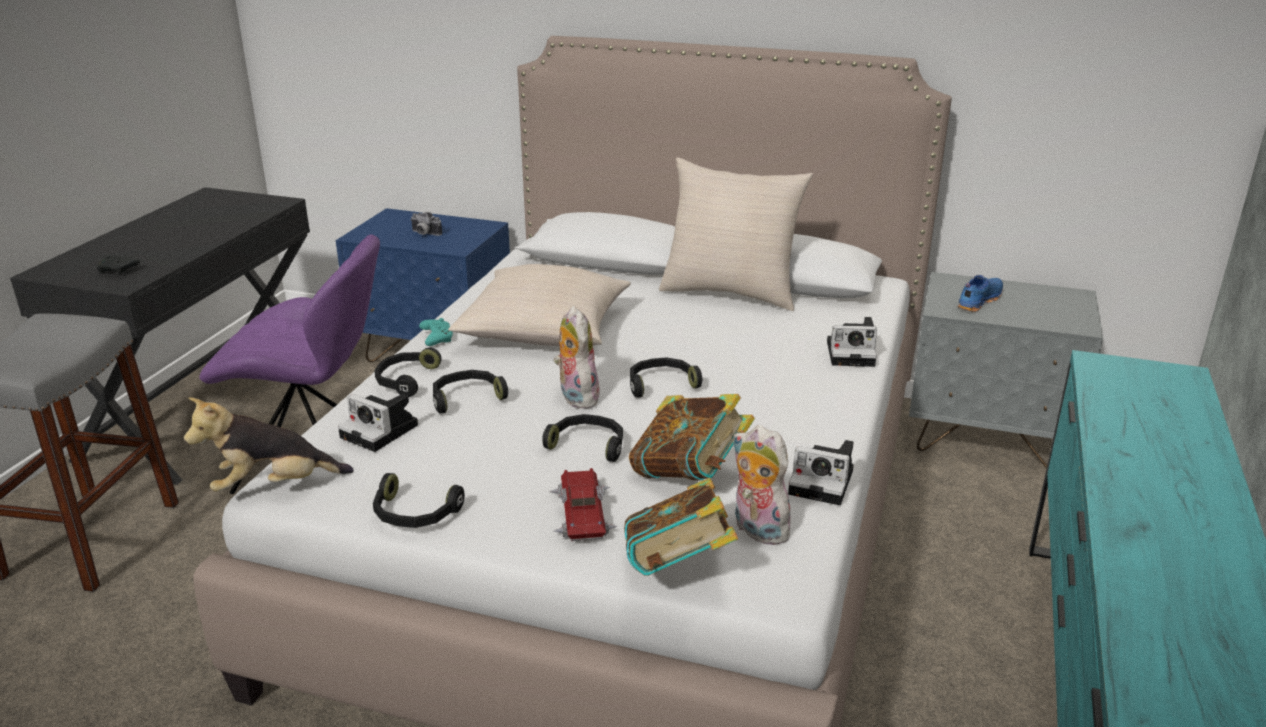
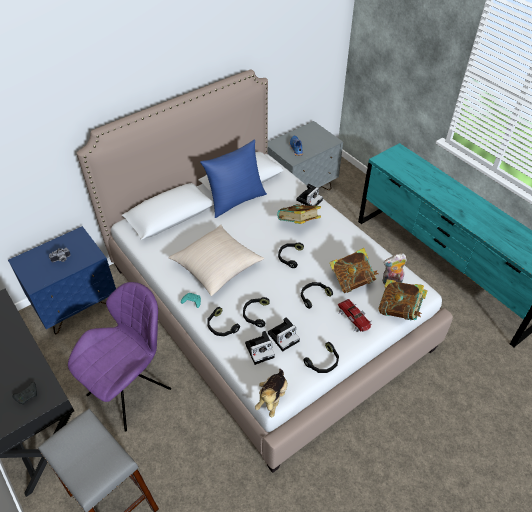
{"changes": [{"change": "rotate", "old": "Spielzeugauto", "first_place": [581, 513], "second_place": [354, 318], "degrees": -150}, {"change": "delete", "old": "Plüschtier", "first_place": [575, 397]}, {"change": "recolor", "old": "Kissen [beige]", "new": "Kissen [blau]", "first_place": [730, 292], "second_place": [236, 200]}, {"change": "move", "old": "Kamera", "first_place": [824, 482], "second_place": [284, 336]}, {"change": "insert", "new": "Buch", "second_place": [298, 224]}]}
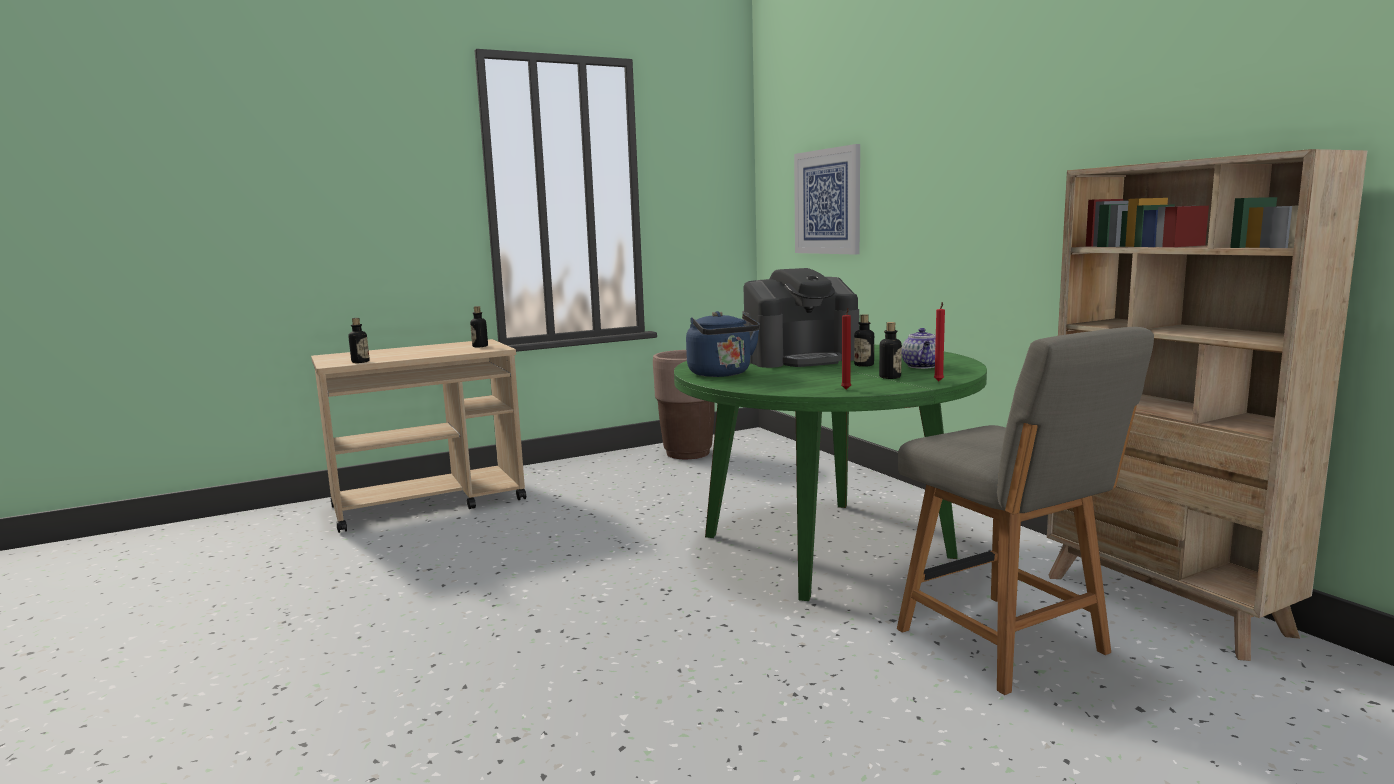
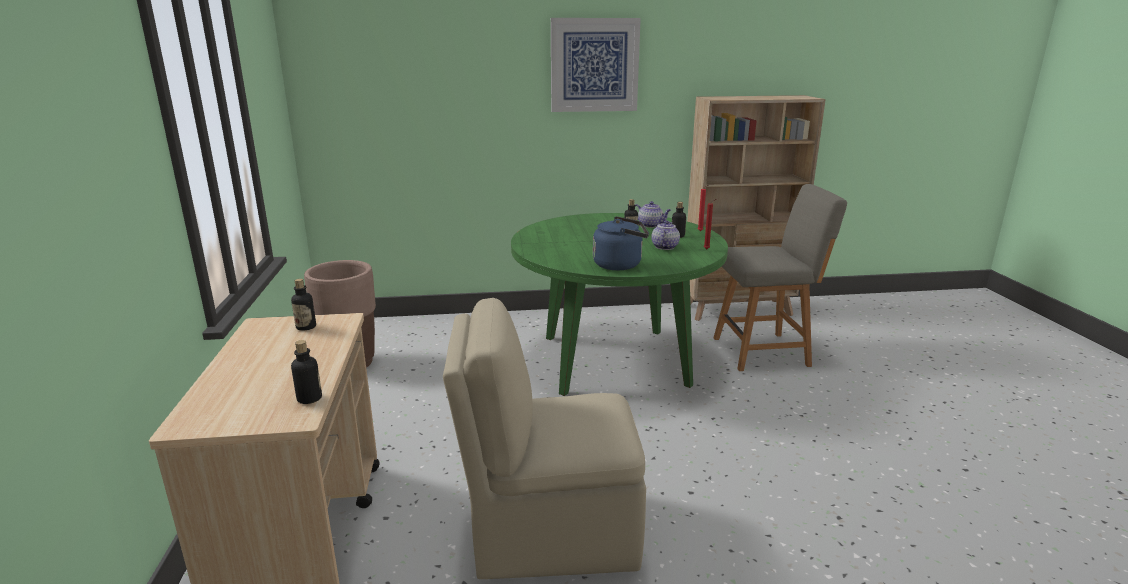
{"changes": [{"change": "delete", "old": "Kaffeemaschine", "first_place": [800, 359]}, {"change": "move", "old": "Bild", "first_place": [827, 202], "second_place": [594, 65]}, {"change": "insert", "new": "Stuhl [beige]", "second_place": [550, 531]}, {"change": "insert", "new": "Teekanne", "second_place": [664, 247]}]}
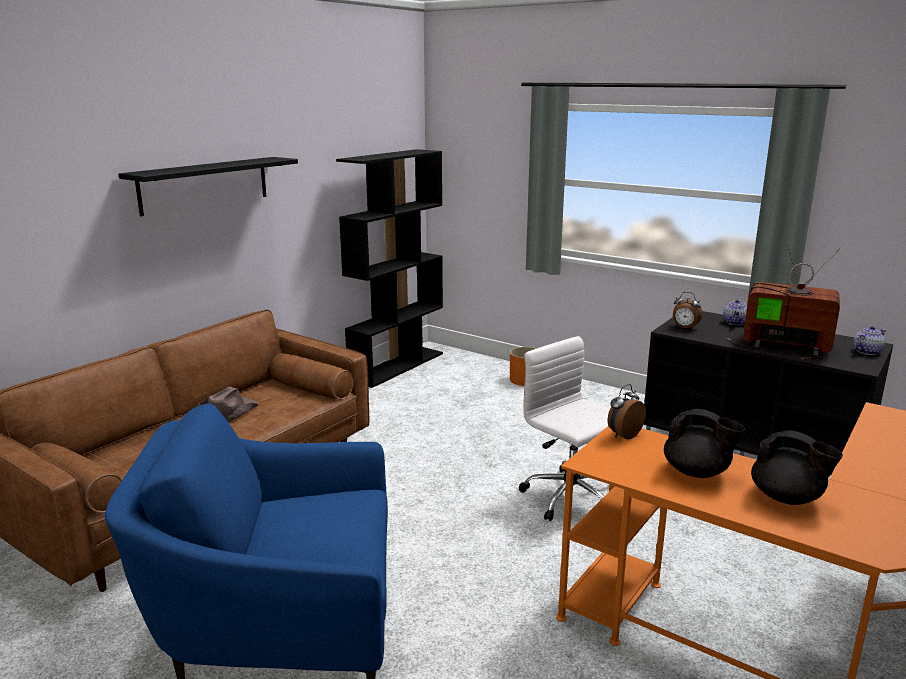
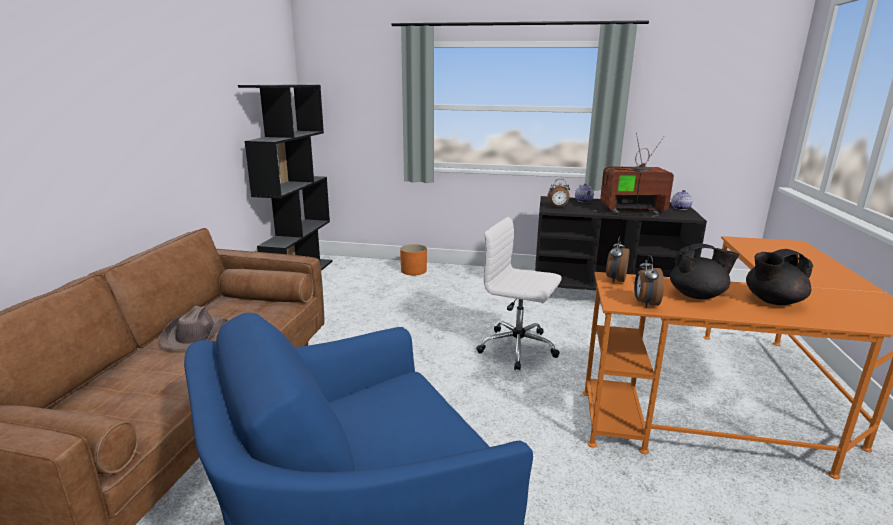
{"changes": [{"change": "delete", "old": "Wandregal [schwarz]", "first_place": [205, 185]}, {"change": "rotate", "old": "Teekanne [schwarz]", "first_place": [787, 498], "second_place": [772, 301], "degrees": 150}, {"change": "insert", "new": "Wecker", "second_place": [645, 303]}]}
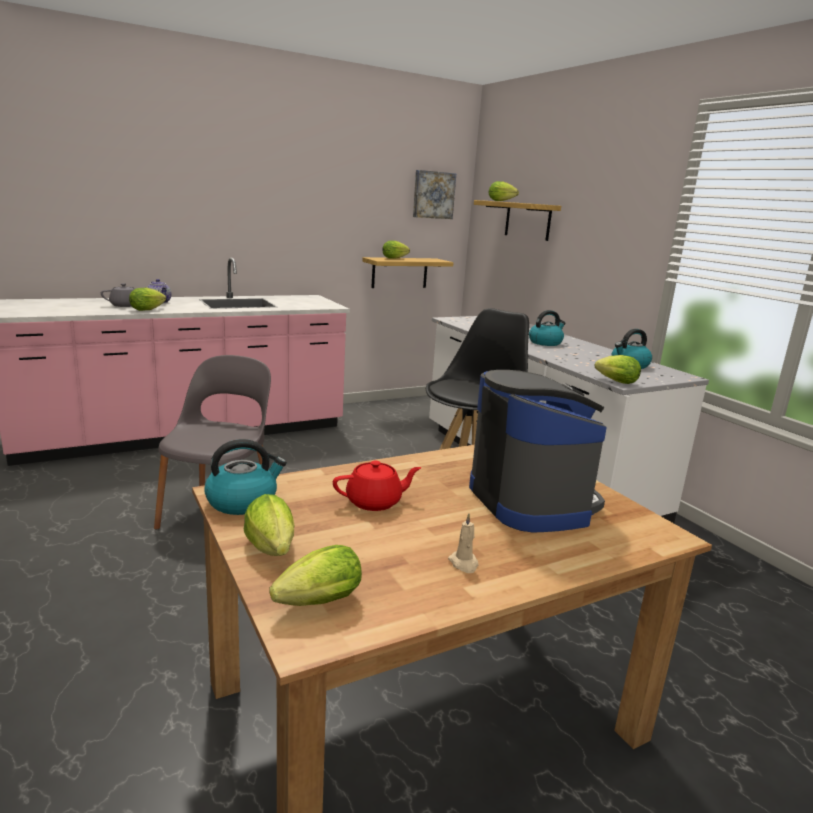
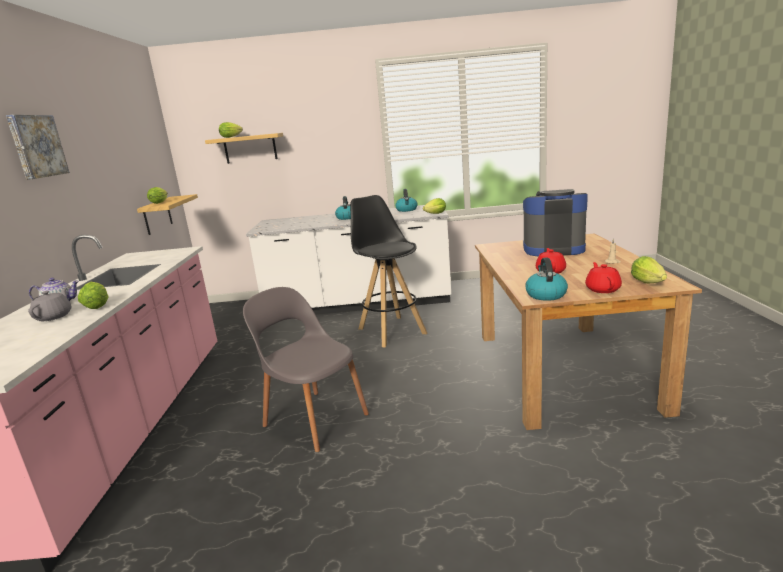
{"changes": [{"change": "replace", "old": "Salatkopf", "new": "Teekanne [rot]", "first_place": [272, 551], "second_place": [602, 289]}, {"change": "move", "old": "Bild", "first_place": [433, 195], "second_place": [36, 146]}]}
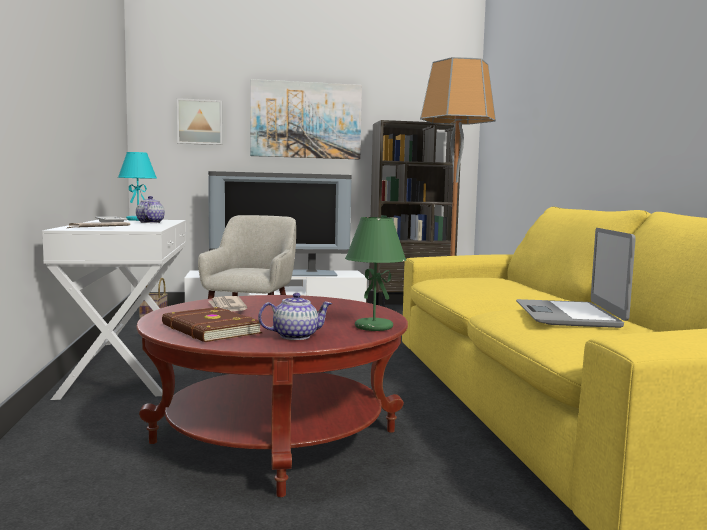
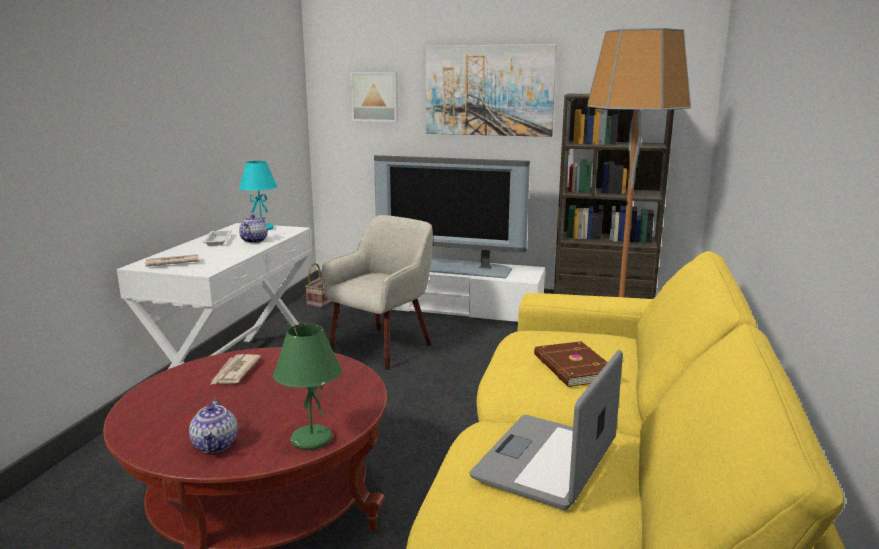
{"changes": [{"change": "move", "old": "Buch [braun]", "first_place": [209, 329], "second_place": [573, 368]}, {"change": "rotate", "old": "Teekanne", "first_place": [295, 336], "second_place": [216, 445], "degrees": 75}]}
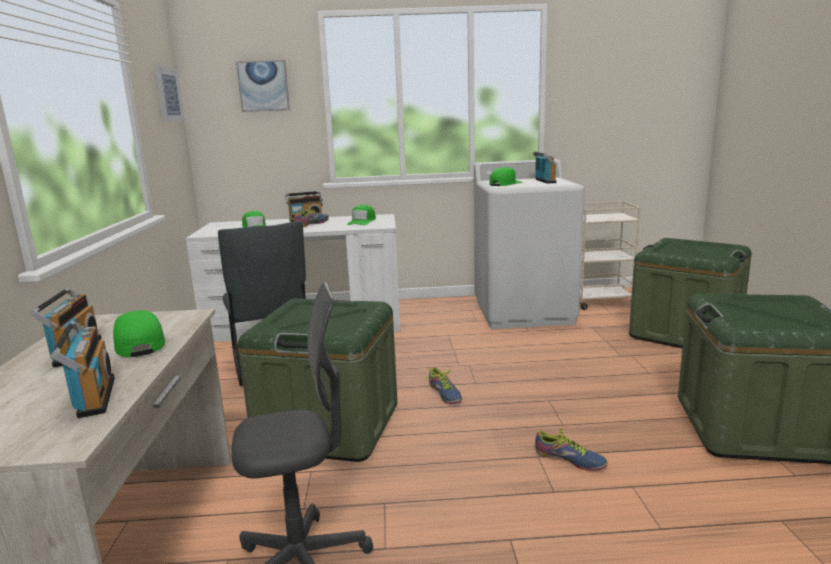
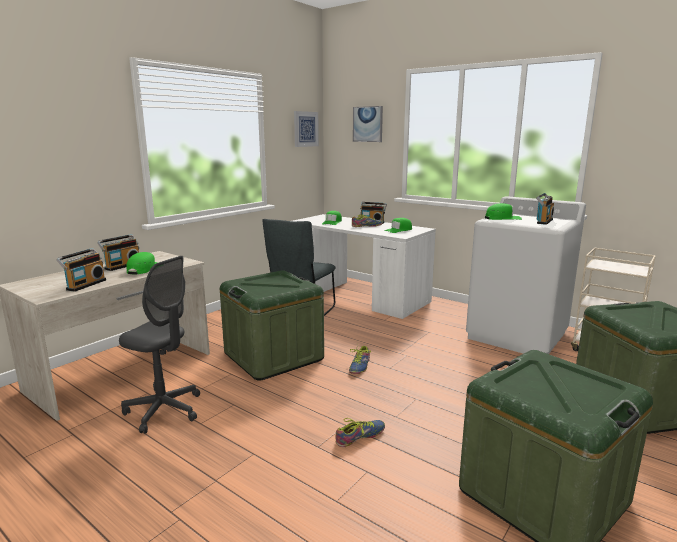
{"changes": [{"change": "rotate", "old": "Schuh", "first_place": [569, 459], "second_place": [360, 436], "degrees": -105}]}
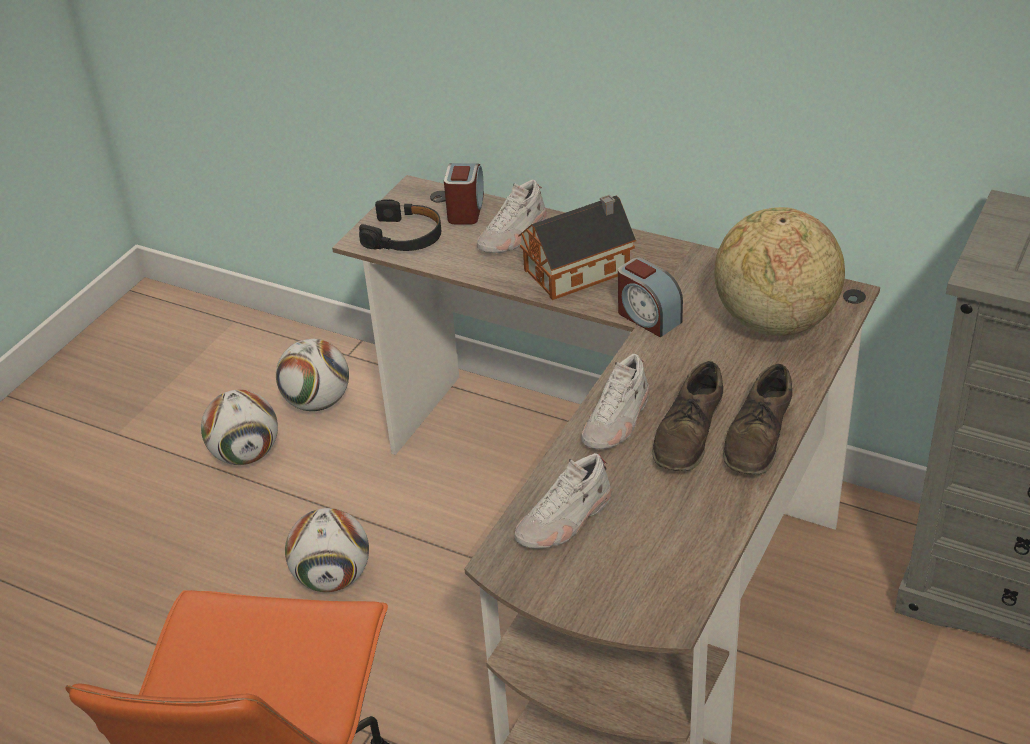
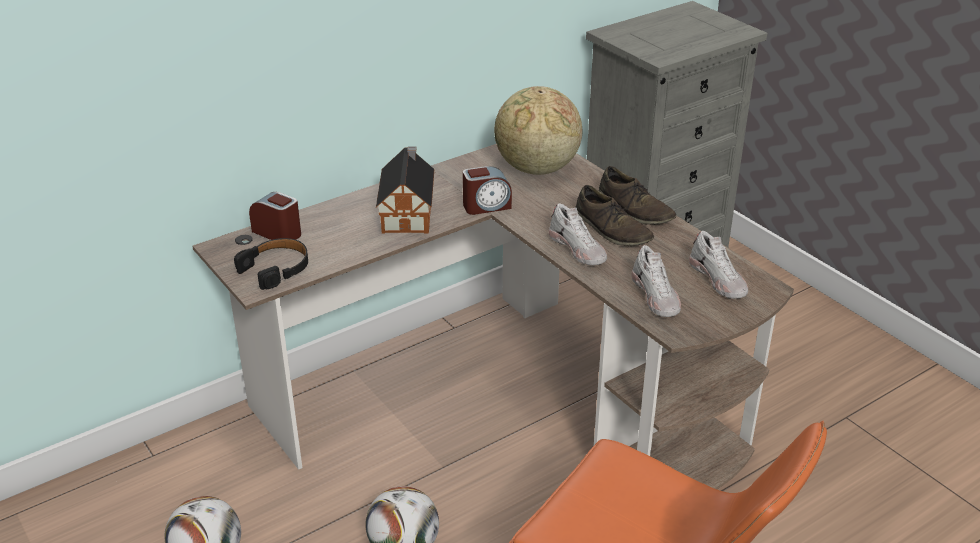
{"changes": [{"change": "delete", "old": "Fußball", "first_place": [317, 402]}, {"change": "move", "old": "Schuh [weiß]", "first_place": [513, 235], "second_place": [718, 279]}]}
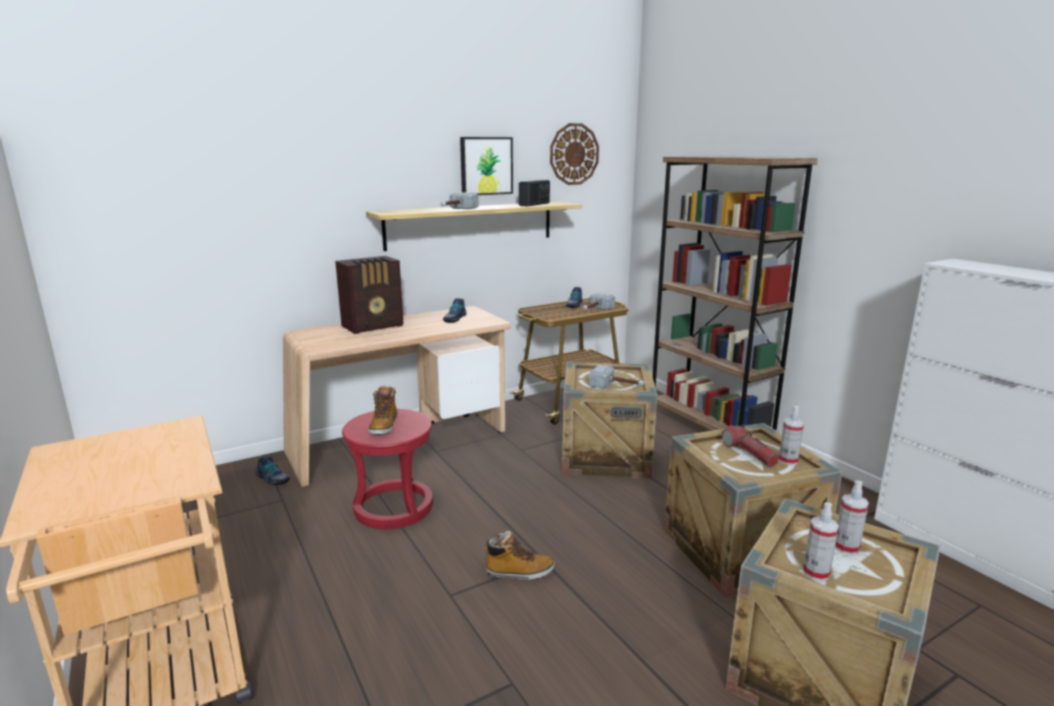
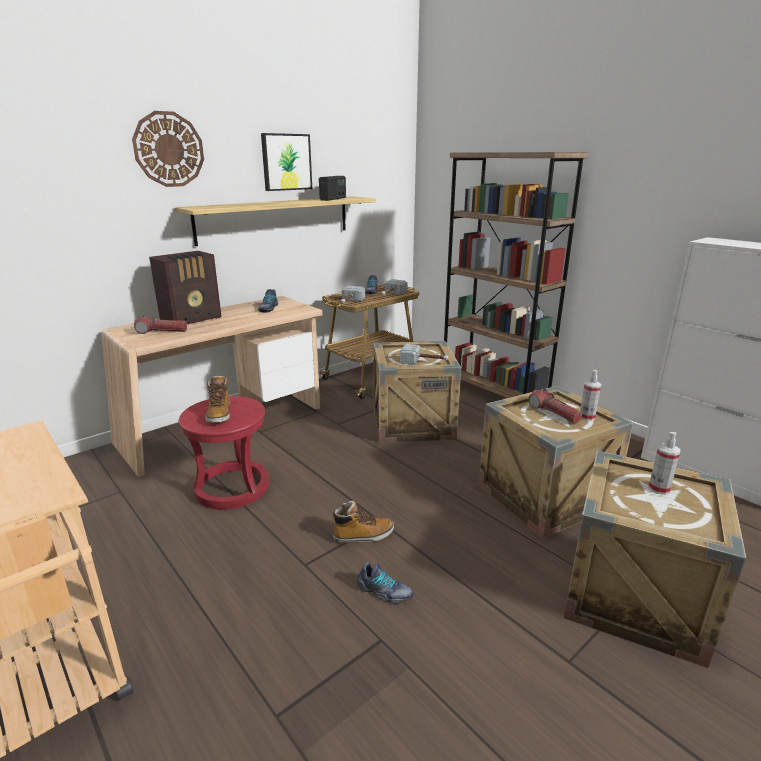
{"changes": [{"change": "move", "old": "Schuh", "first_place": [272, 479], "second_place": [384, 592]}, {"change": "move", "old": "Hammer", "first_place": [456, 209], "second_place": [349, 302]}, {"change": "move", "old": "Wanduhr", "first_place": [574, 154], "second_place": [169, 149]}, {"change": "delete", "old": "Sprühflasche", "first_place": [816, 573]}, {"change": "insert", "new": "Taschenlampe", "second_place": [161, 332]}]}
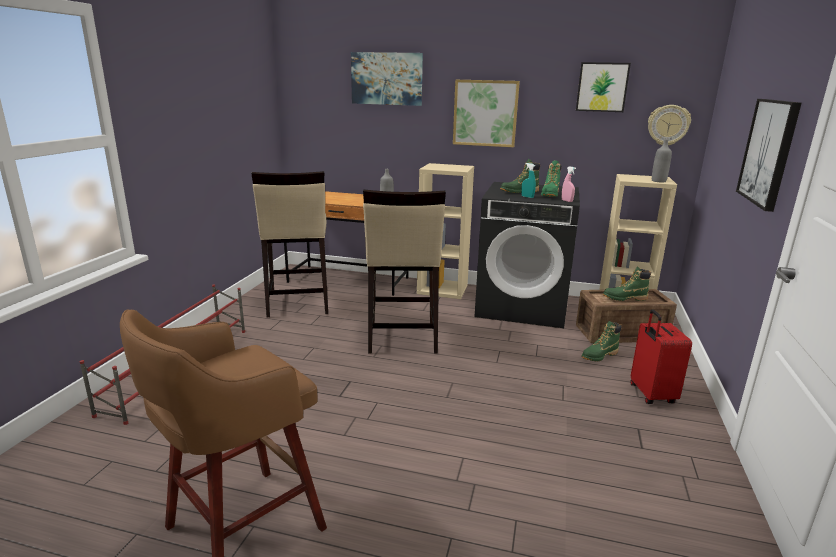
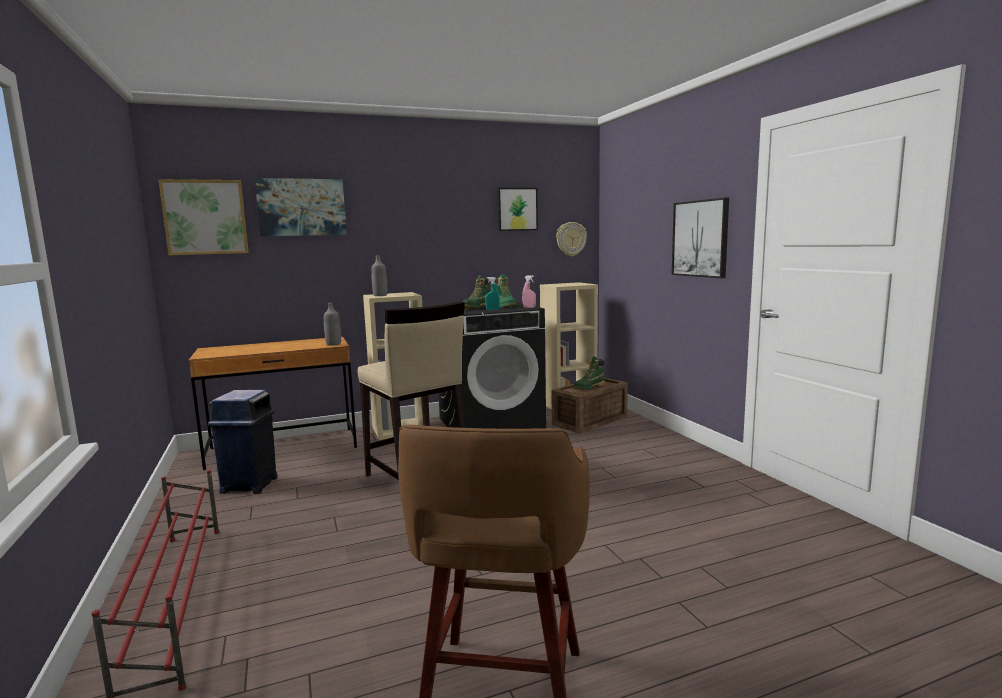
{"changes": [{"change": "replace", "old": "Hocker [beige]", "new": "Mülleimer [blau]", "first_place": [298, 303], "second_place": [250, 485]}, {"change": "move", "old": "Bild", "first_place": [485, 113], "second_place": [205, 217]}, {"change": "delete", "old": "Stiefel [grün]", "first_place": [599, 356]}, {"change": "delete", "old": "Koffer [rot]", "first_place": [650, 394]}, {"change": "move", "old": "Flasche [grau]", "first_place": [658, 181], "second_place": [380, 295]}]}
